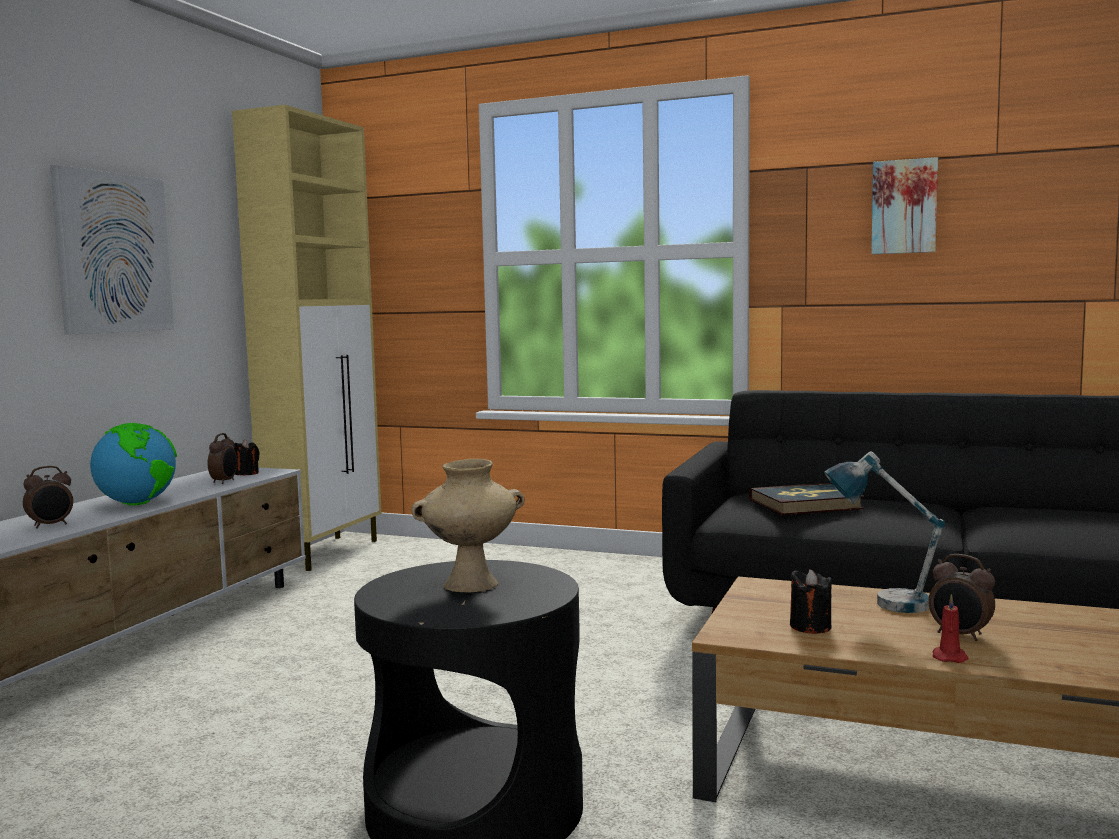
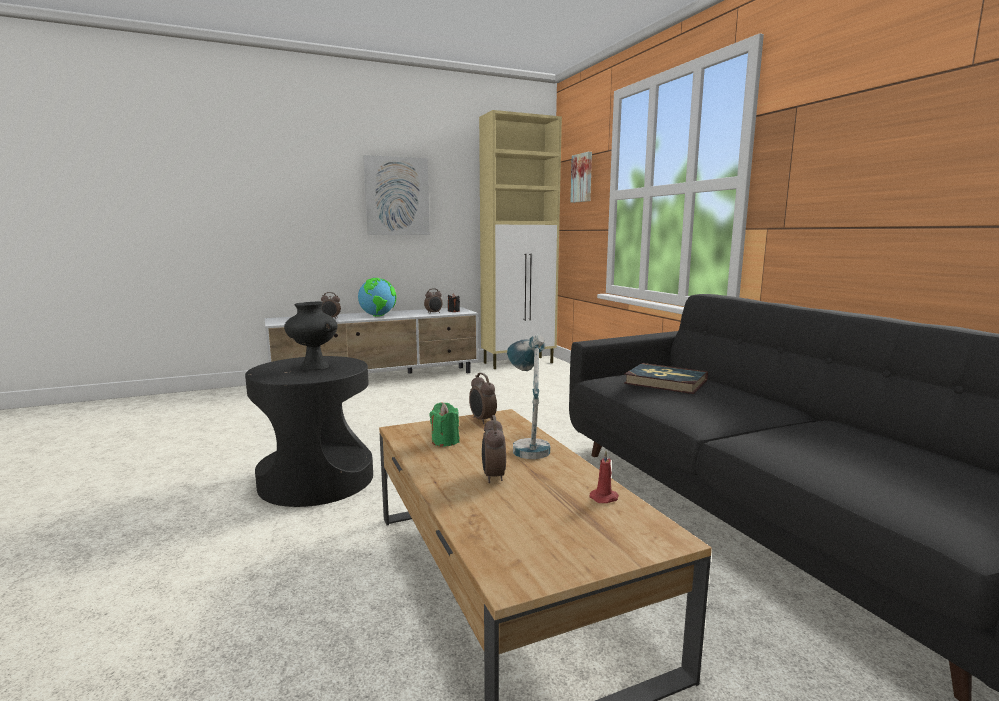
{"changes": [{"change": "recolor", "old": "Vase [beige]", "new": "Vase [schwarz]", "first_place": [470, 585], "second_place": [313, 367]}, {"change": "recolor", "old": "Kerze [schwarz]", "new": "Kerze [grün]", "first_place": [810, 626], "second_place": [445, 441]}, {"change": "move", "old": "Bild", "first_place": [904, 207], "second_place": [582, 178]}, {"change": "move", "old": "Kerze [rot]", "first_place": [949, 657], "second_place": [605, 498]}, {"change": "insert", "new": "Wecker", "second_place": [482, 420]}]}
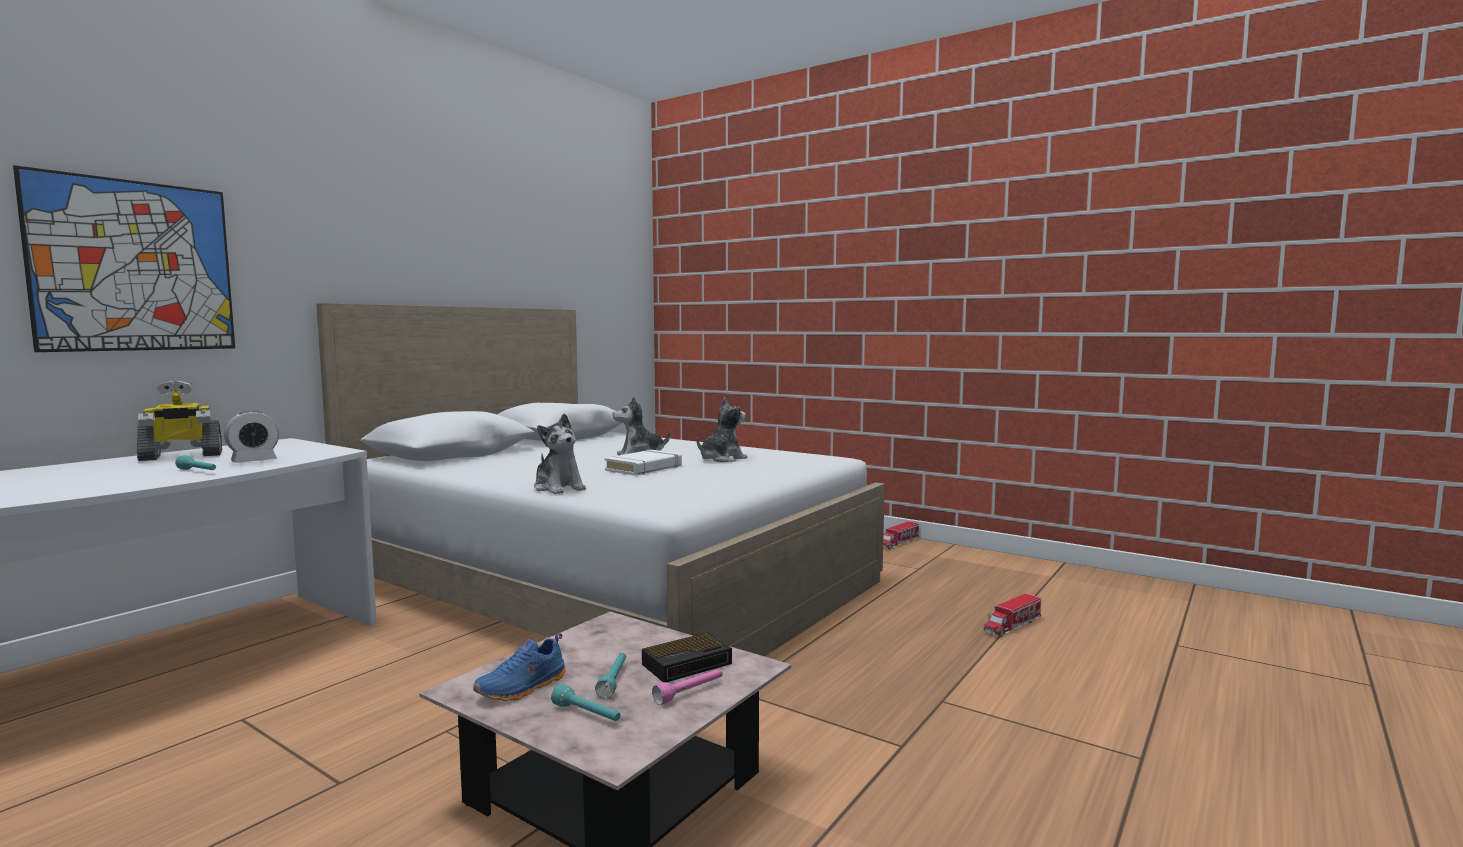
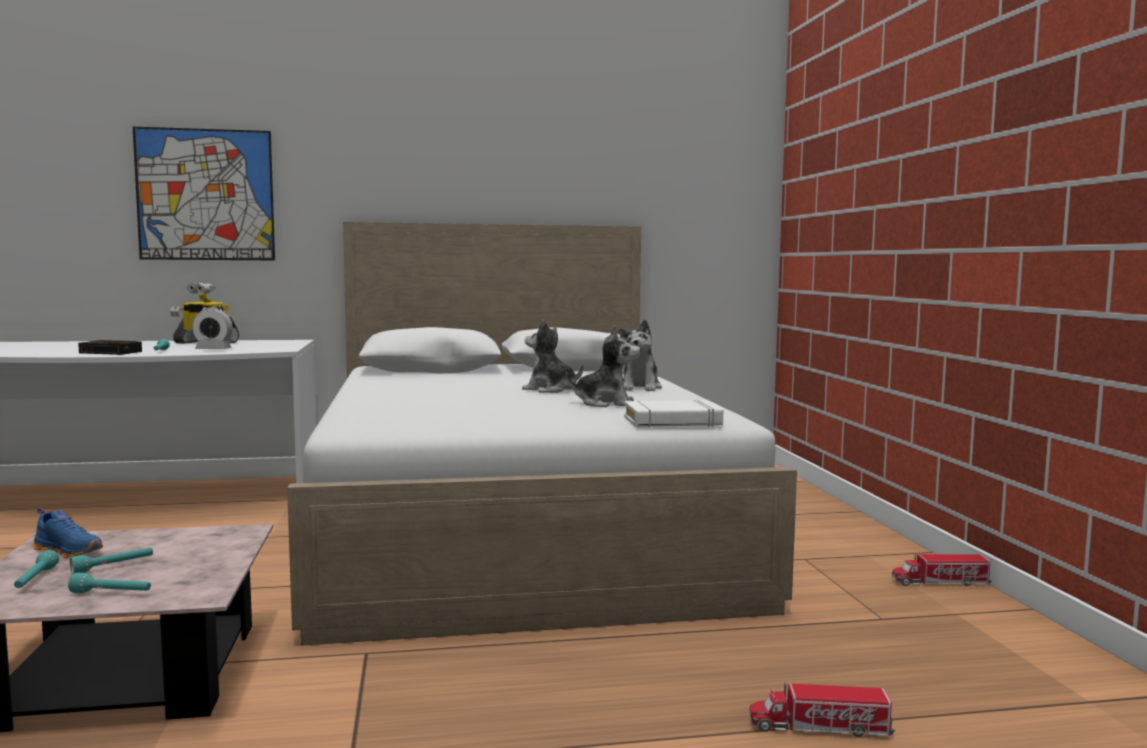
{"changes": [{"change": "rotate", "old": "Schuh [blau]", "first_place": [523, 688], "second_place": [70, 551], "degrees": -150}, {"change": "move", "old": "Plüschtier", "first_place": [559, 488], "second_place": [640, 387]}, {"change": "move", "old": "Buch [weiß]", "first_place": [644, 468], "second_place": [672, 422]}, {"change": "move", "old": "Wecker", "first_place": [688, 663], "second_place": [112, 352]}, {"change": "recolor", "old": "Taschenlampe [rosa]", "new": "Taschenlampe [türkis]", "first_place": [690, 692], "second_place": [112, 594]}]}
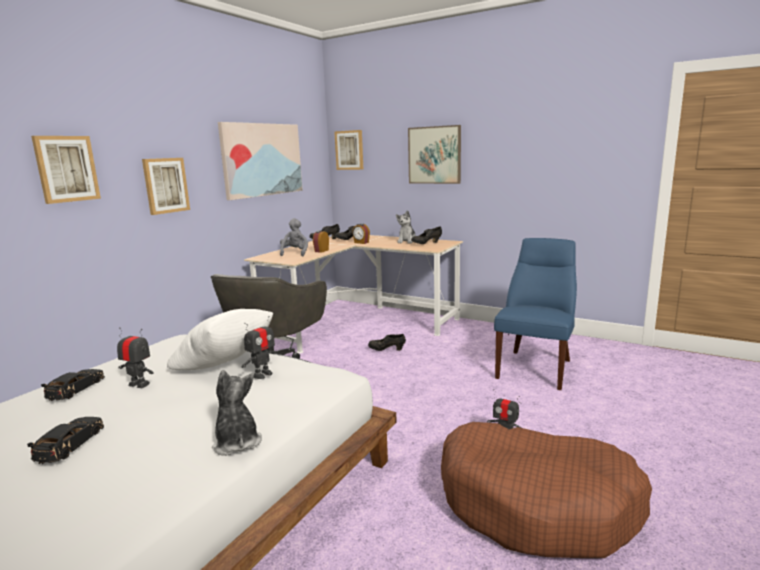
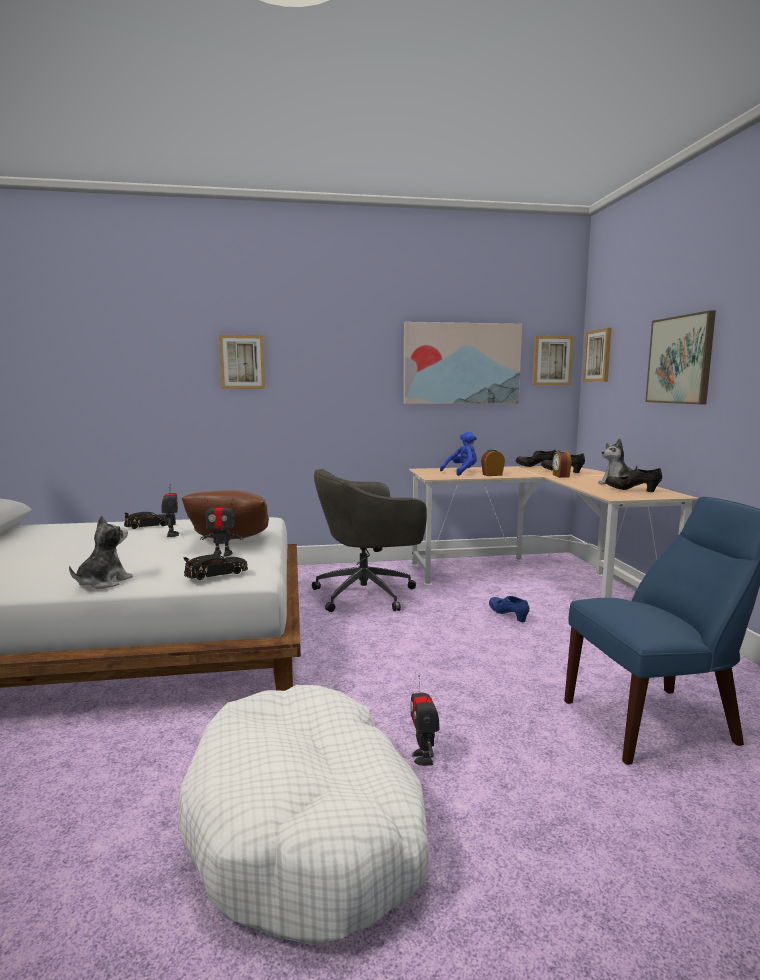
{"changes": [{"change": "move", "old": "Spielzeugauto [schwarz]", "first_place": [70, 444], "second_place": [216, 573]}, {"change": "move", "old": "Bild", "first_place": [165, 185], "second_place": [552, 360]}, {"change": "recolor", "old": "Kissen [weiß]", "new": "Kissen [braun]", "first_place": [226, 366], "second_place": [229, 542]}, {"change": "recolor", "old": "Plüschtier [grau]", "new": "Plüschtier [blau]", "first_place": [295, 253], "second_place": [462, 472]}, {"change": "recolor", "old": "Schuh [schwarz]", "new": "Schuh [blau]", "first_place": [387, 350], "second_place": [508, 616]}, {"change": "recolor", "old": "Hundebett [braun]", "new": "Hundebett [weiß]", "first_place": [537, 504], "second_place": [308, 828]}]}
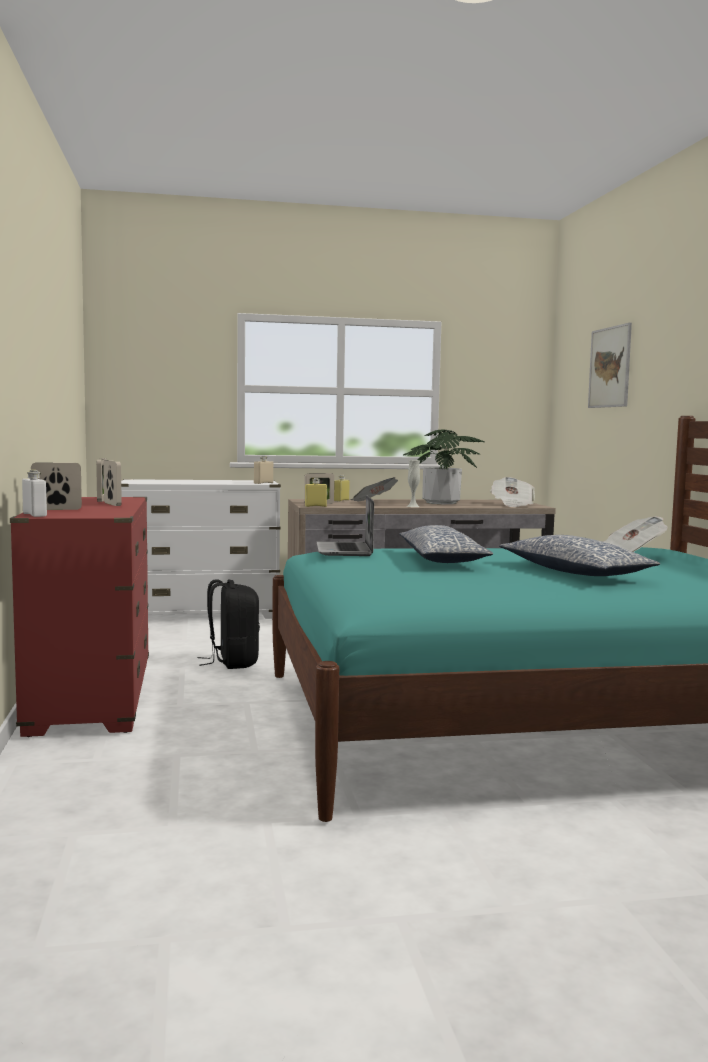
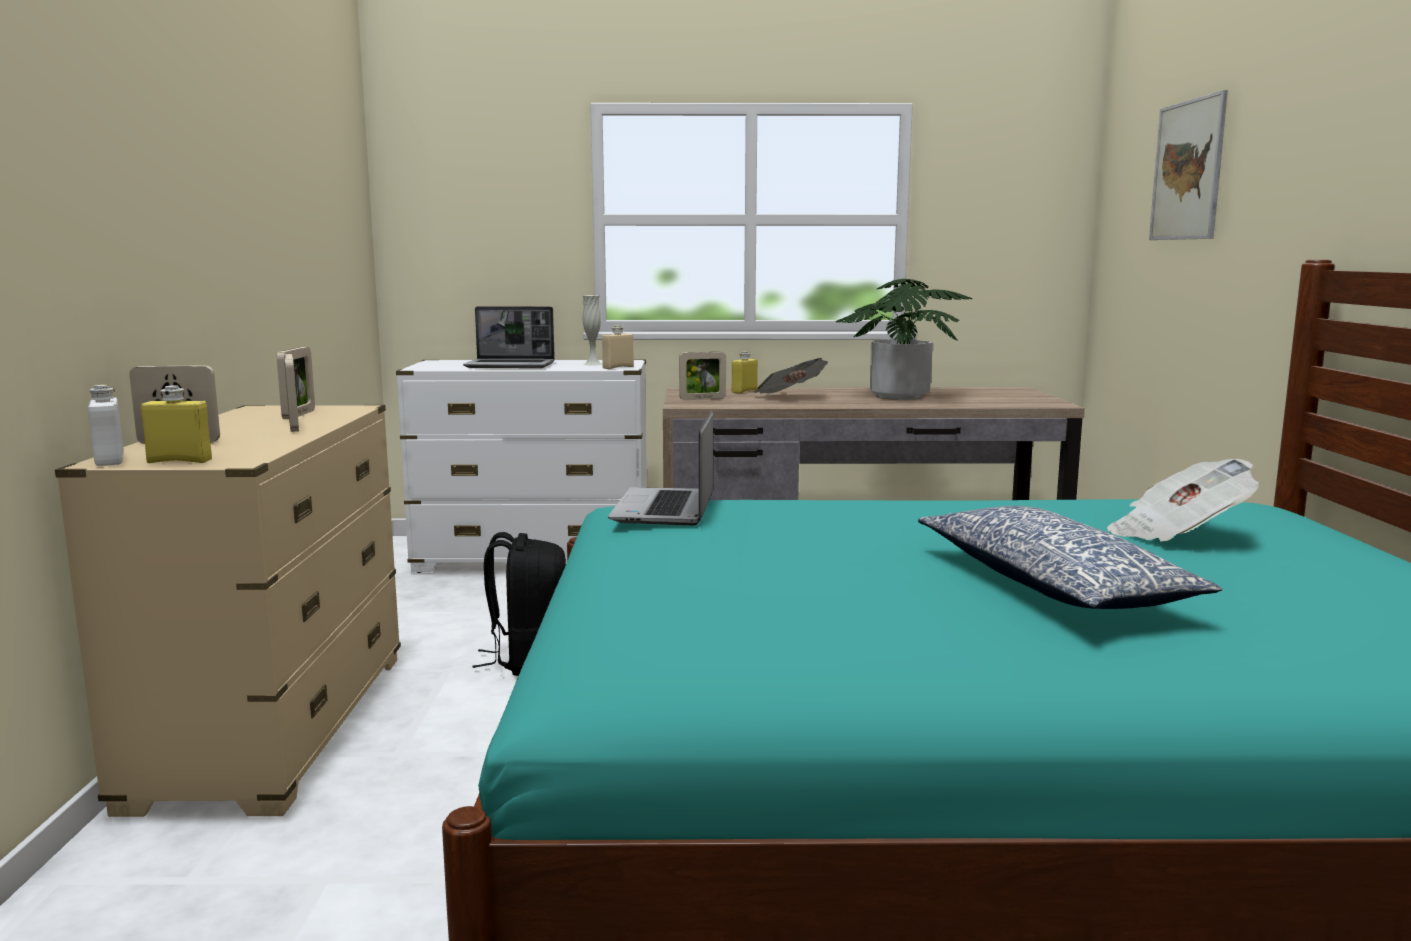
{"changes": [{"change": "recolor", "old": "Kommode [rot]", "new": "Kommode [beige]", "first_place": [91, 697], "second_place": [276, 728]}, {"change": "move", "old": "Flasche [gelb]", "first_place": [315, 506], "second_place": [179, 461]}, {"change": "delete", "old": "Kissen", "first_place": [442, 559]}, {"change": "move", "old": "Vase [weiß]", "first_place": [413, 506], "second_place": [592, 364]}, {"change": "delete", "old": "Zeitung", "first_place": [512, 505]}, {"change": "insert", "new": "Laptop", "second_place": [511, 365]}]}
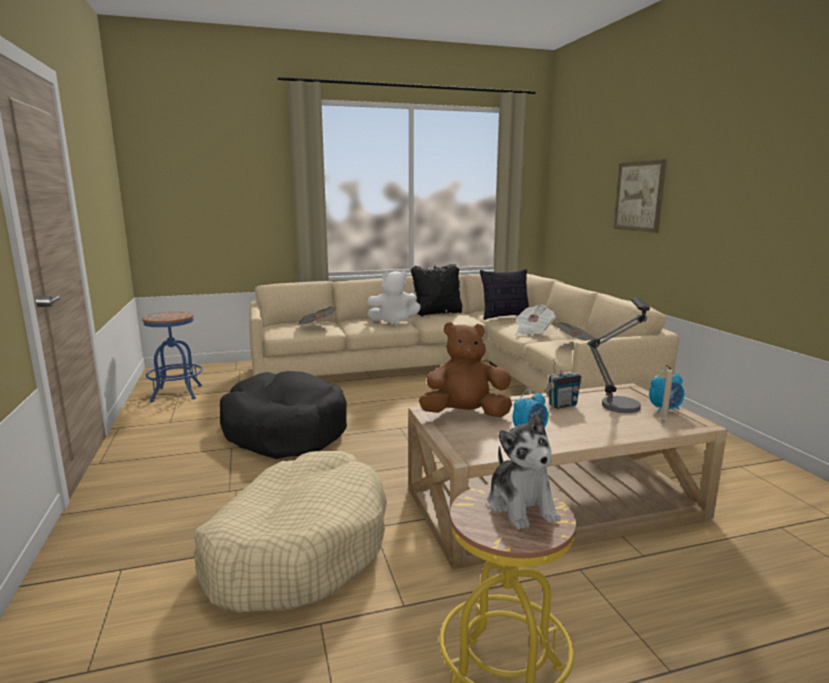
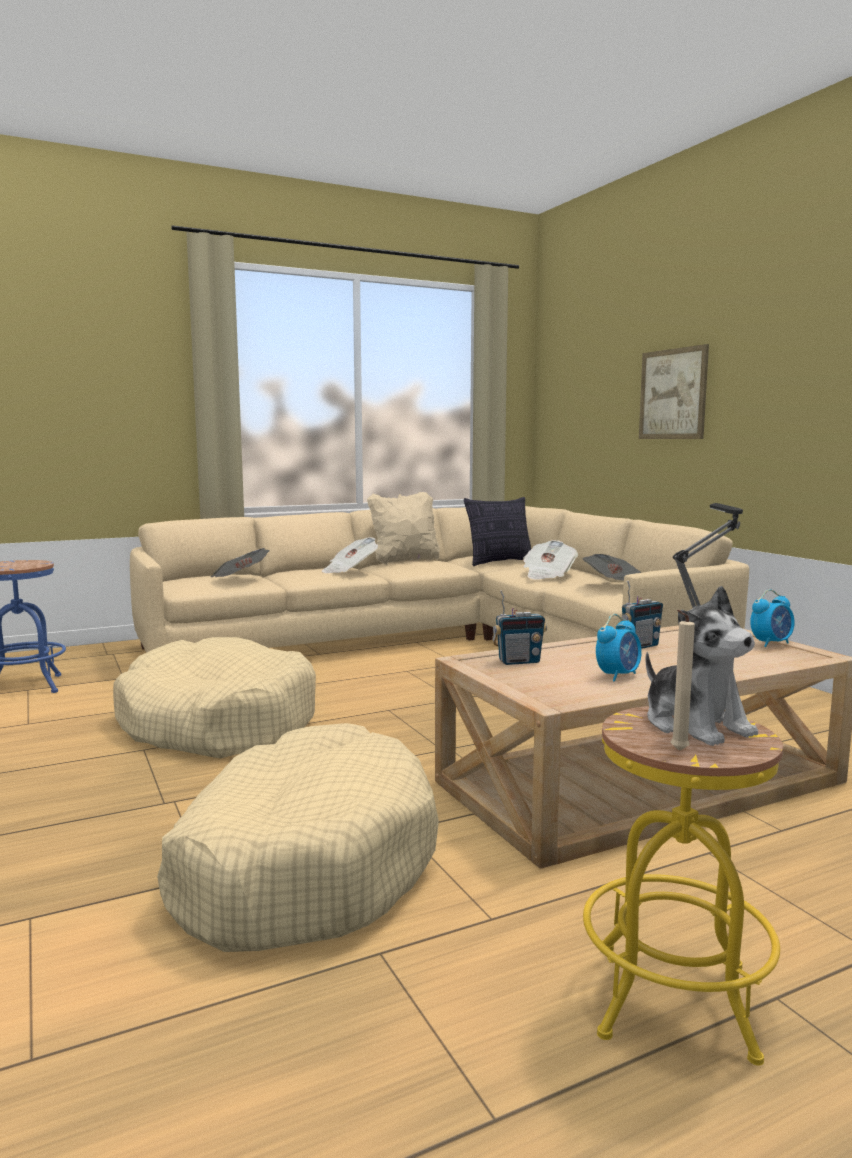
{"changes": [{"change": "recolor", "old": "Hundebett [schwarz]", "new": "Hundebett [beige]", "first_place": [284, 431], "second_place": [218, 723]}, {"change": "replace", "old": "Plüschtier [weiß]", "new": "Zeitung", "first_place": [394, 321], "second_place": [350, 571]}, {"change": "recolor", "old": "Kissen [schwarz]", "new": "Kissen [beige]", "first_place": [437, 313], "second_place": [405, 561]}, {"change": "replace", "old": "Plüschtier [braun]", "new": "Radio", "first_place": [465, 415], "second_place": [519, 662]}, {"change": "move", "old": "Kerze [beige]", "first_place": [662, 421], "second_place": [677, 751]}]}
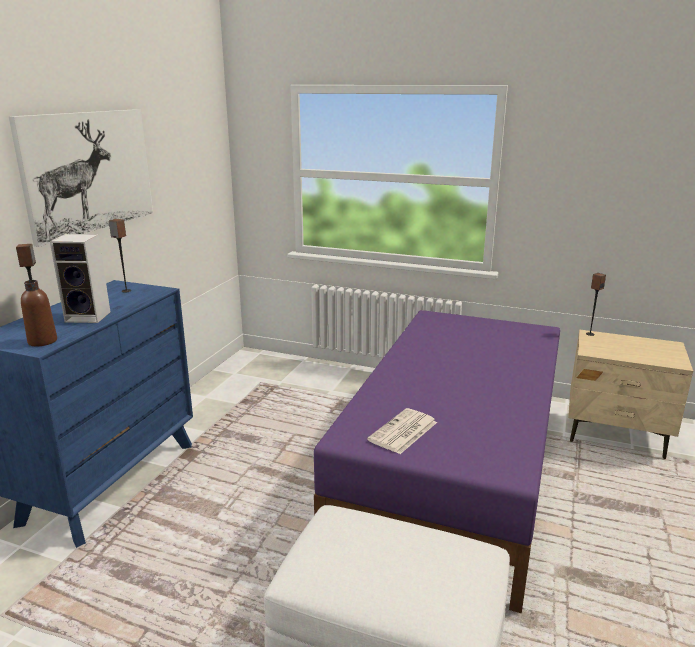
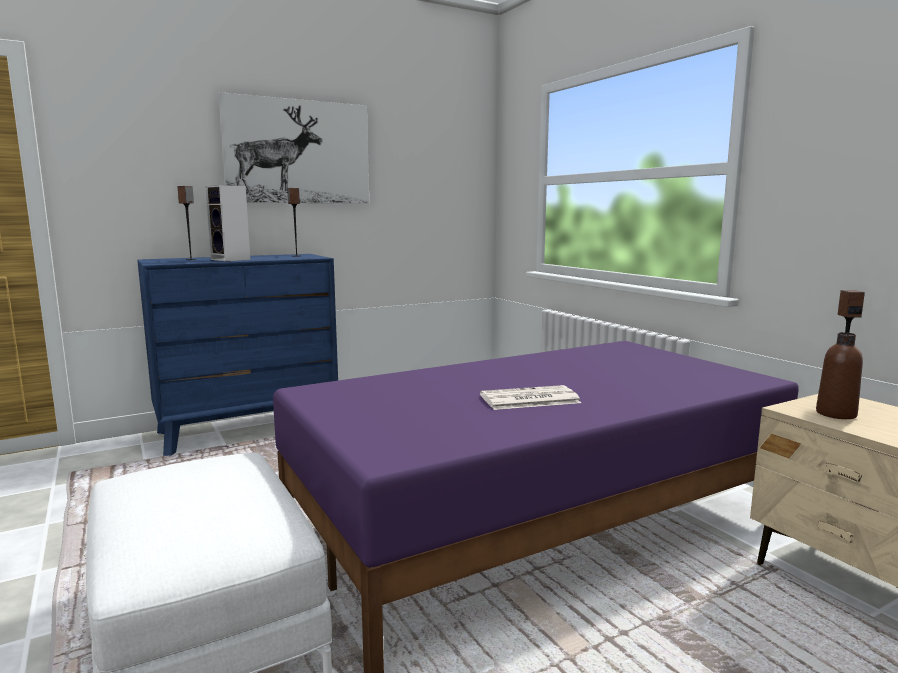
{"changes": [{"change": "move", "old": "Flasche [braun]", "first_place": [42, 341], "second_place": [836, 414]}, {"change": "move", "old": "Zeitung", "first_place": [403, 432], "second_place": [528, 399]}]}
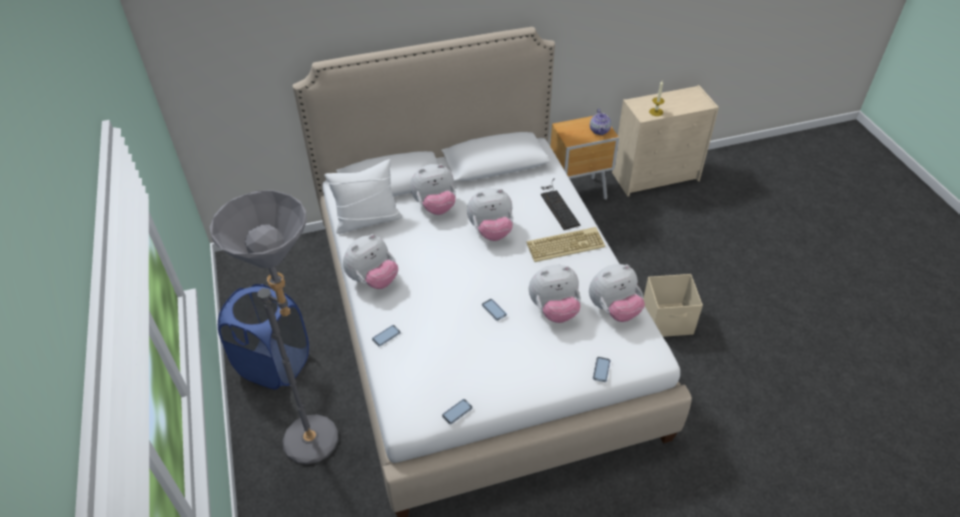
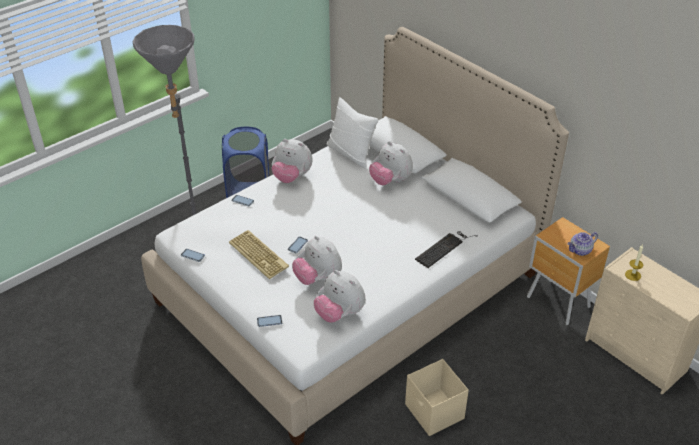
{"changes": [{"change": "delete", "old": "Plüschtier", "first_place": [491, 231]}, {"change": "move", "old": "Tastatur", "first_place": [565, 244], "second_place": [260, 255]}]}
